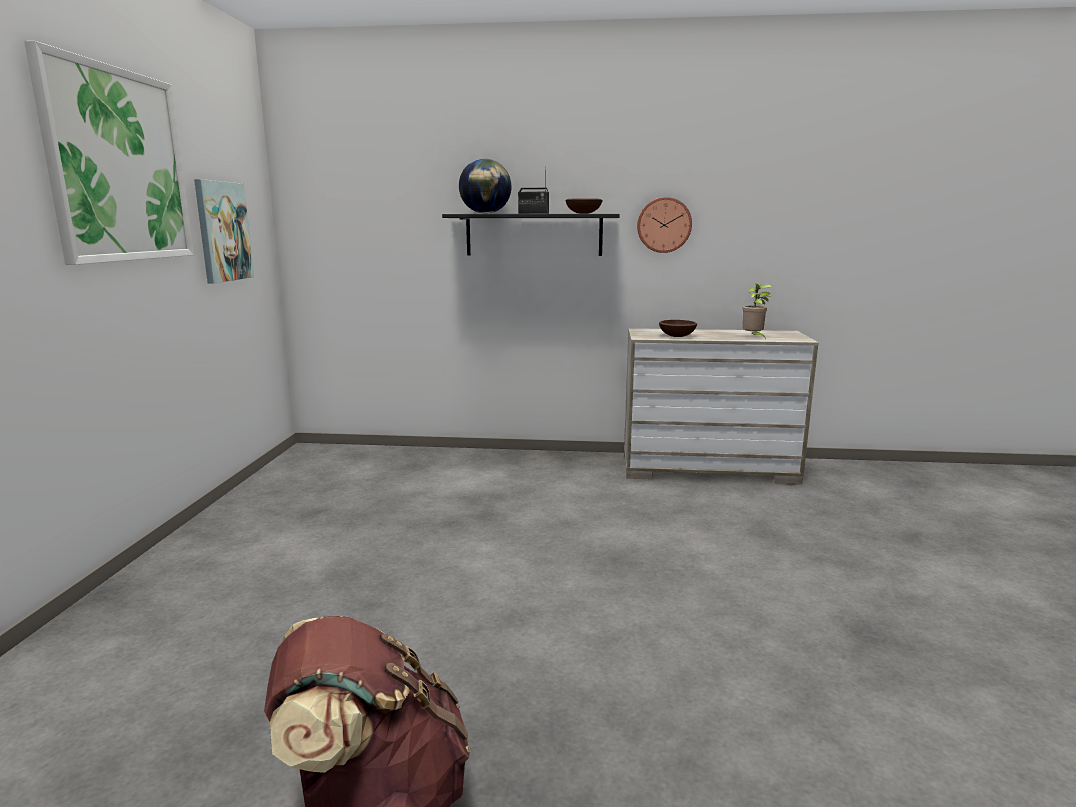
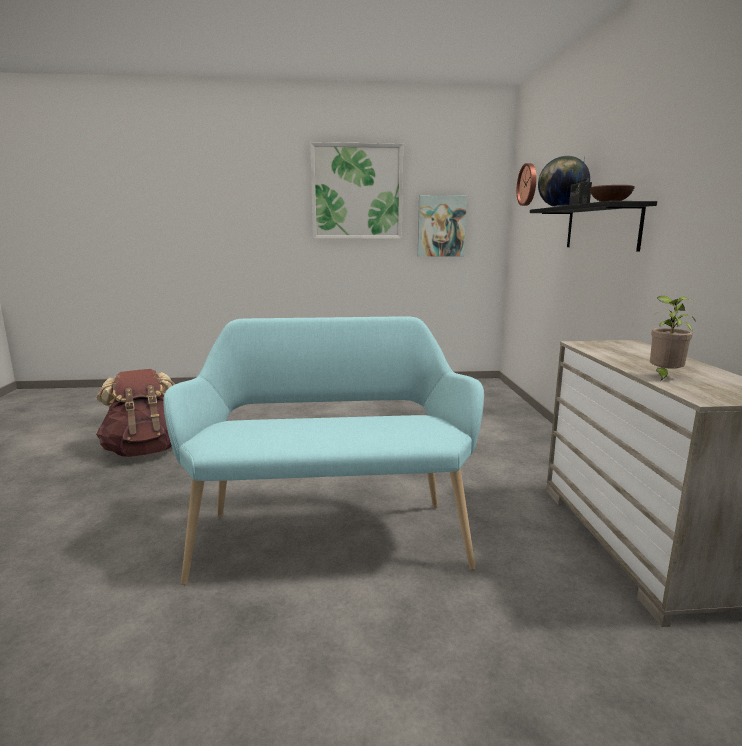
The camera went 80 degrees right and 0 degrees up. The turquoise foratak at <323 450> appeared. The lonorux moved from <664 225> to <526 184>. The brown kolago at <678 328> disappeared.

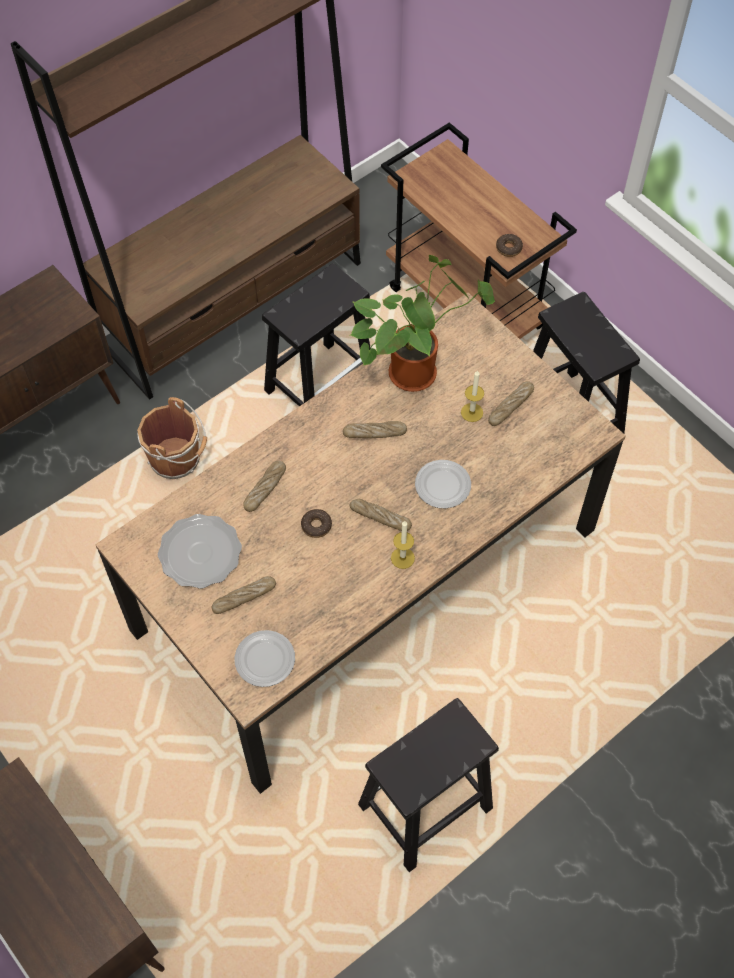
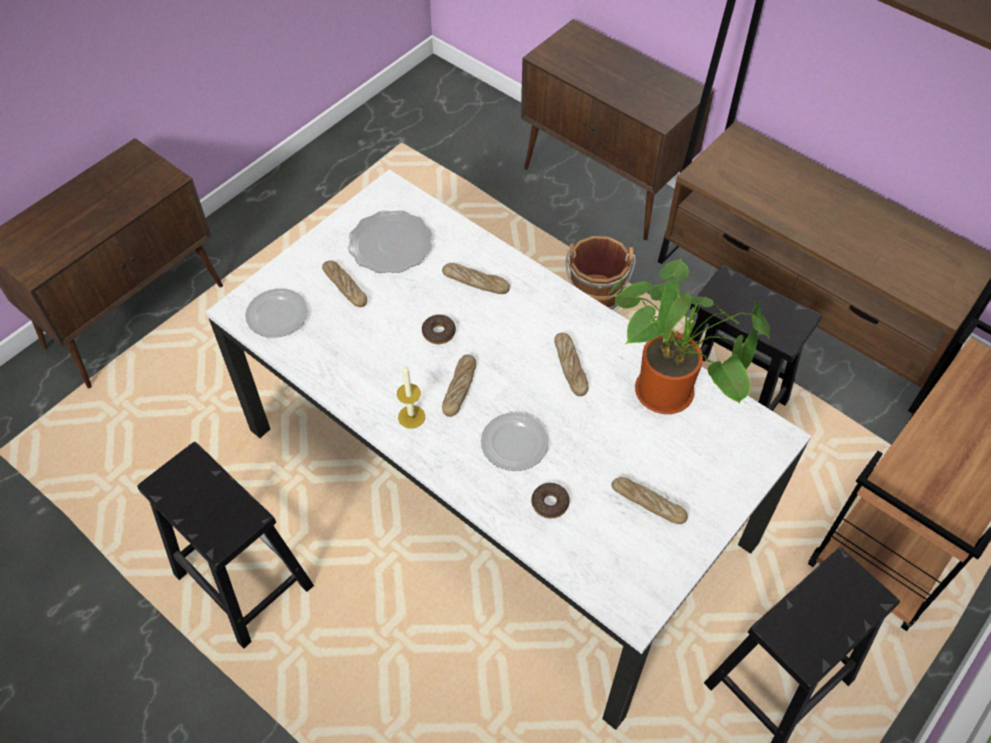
The camera went 80 degrees right and 5 degrees down. The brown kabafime at <360 543> became the white kabafime at <508 449>. The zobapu moved from <509 245> to <550 500>. The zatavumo at <472 396> disappeared.

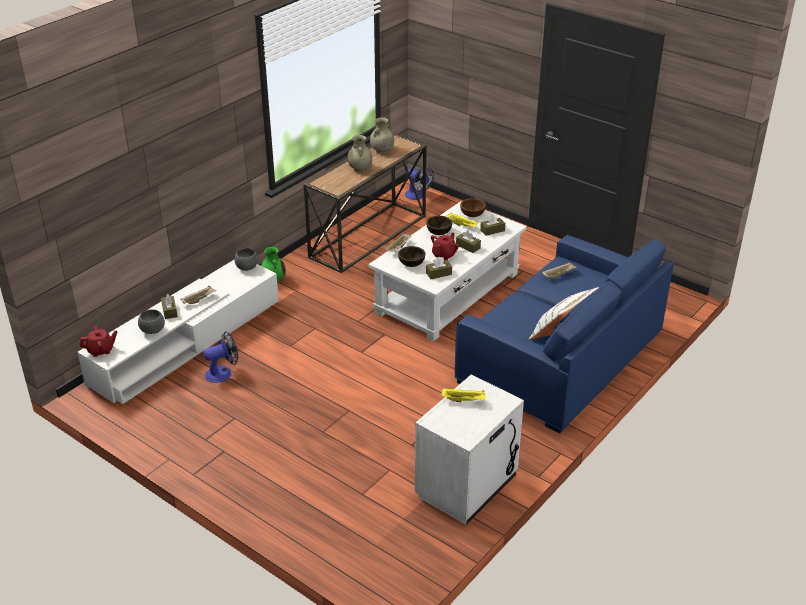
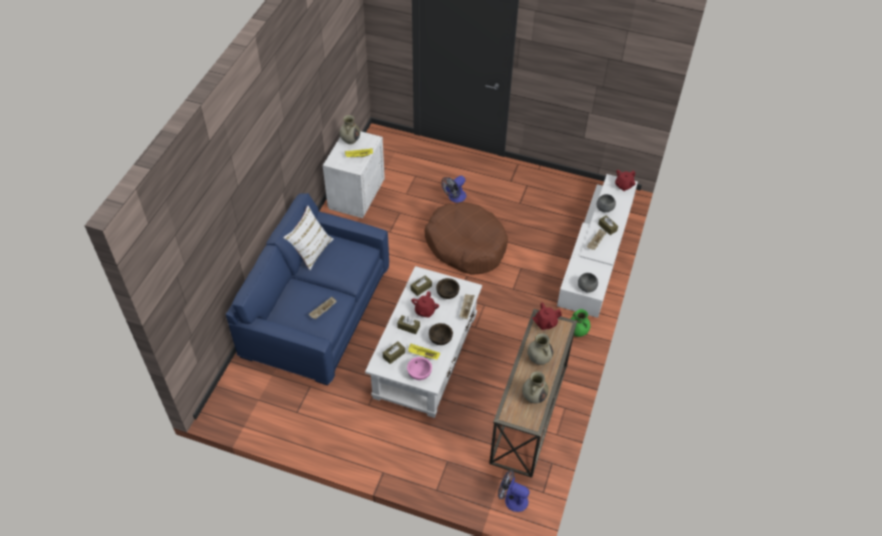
The camera went 160 degrees right and 15 degrees up. The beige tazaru at <350 129> appeared. The brown kolago at <473 207> became the pink kolago at <419 368>. The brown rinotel at <466 238> appeared. The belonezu moved from <220 357> to <453 189>. The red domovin at <547 316> appeared.

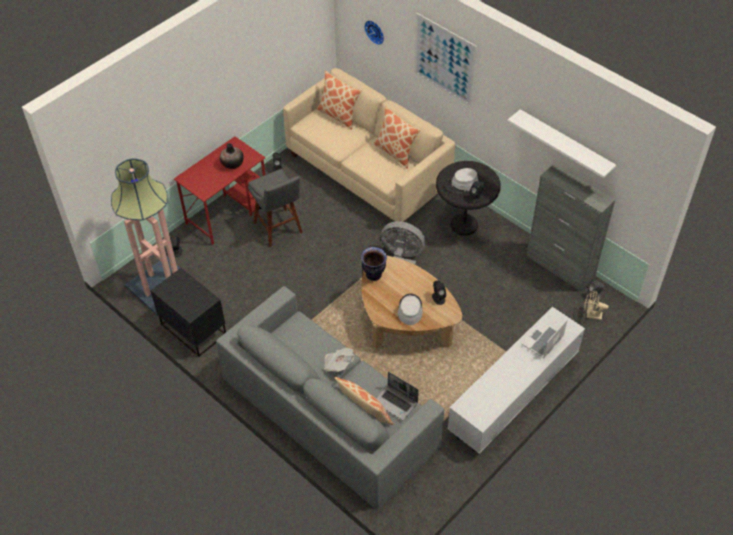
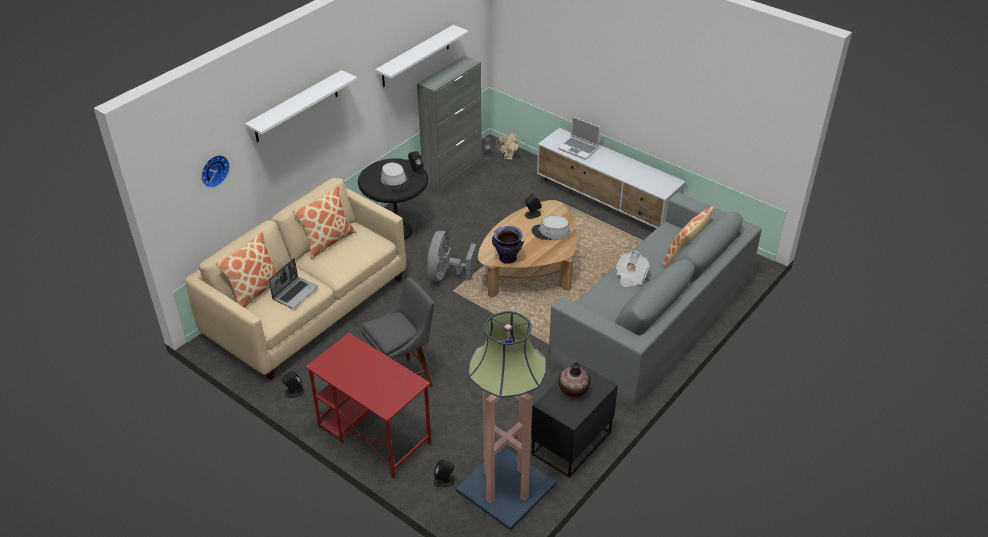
The camera went 95 degrees left and 10 degrees down. The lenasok at <445 60> was replaced by the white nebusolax at <301 106>. The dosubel moved from <397 396> to <293 283>. The tazaru moved from <232 156> to <575 380>.

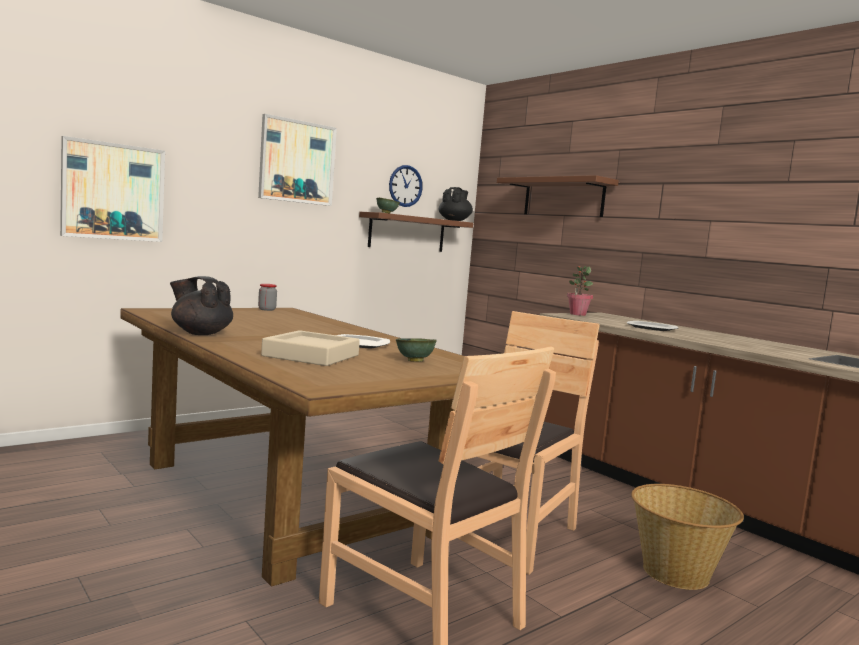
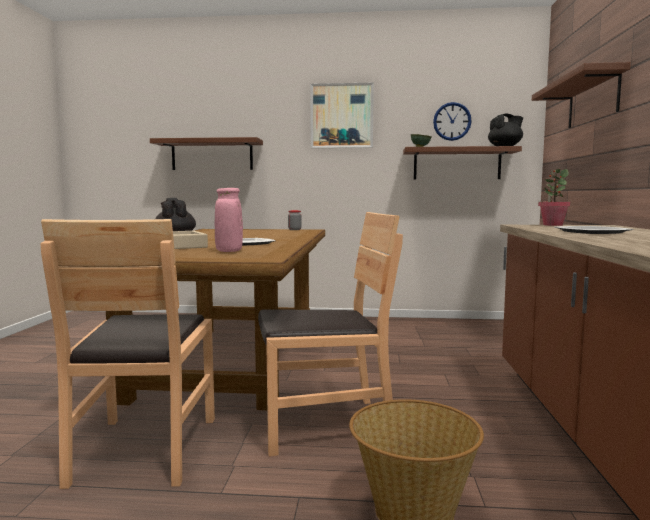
The camera went 45 degrees right and 0 degrees up. The lenasok at <112 189> was replaced by the brown nebusolax at <206 153>. The green kolago at <416 350> was replaced by the pink tazaru at <229 220>.

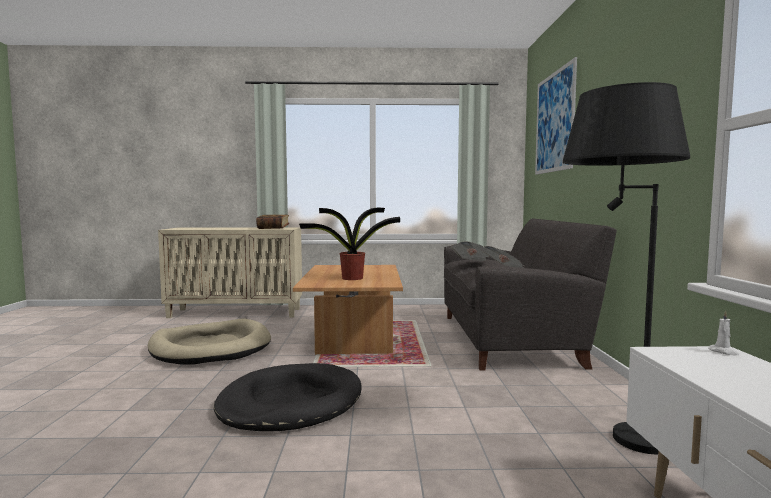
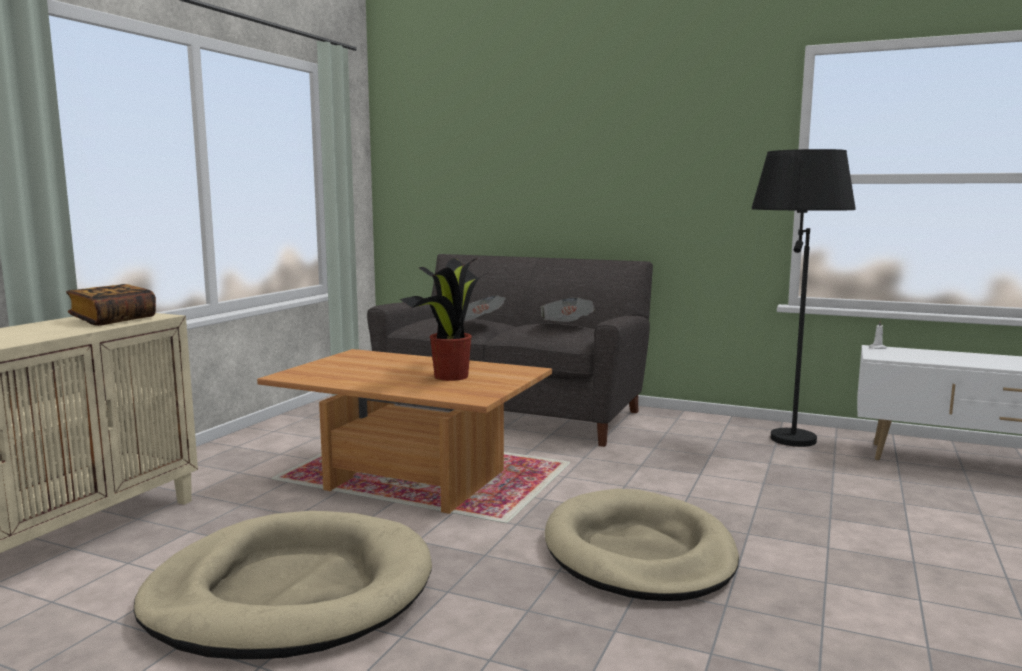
The camera went 65 degrees left and 5 degrees up. The black rinotel at <288 397> became the beige rinotel at <642 545>. The lenasok at <556 116> disappeared.

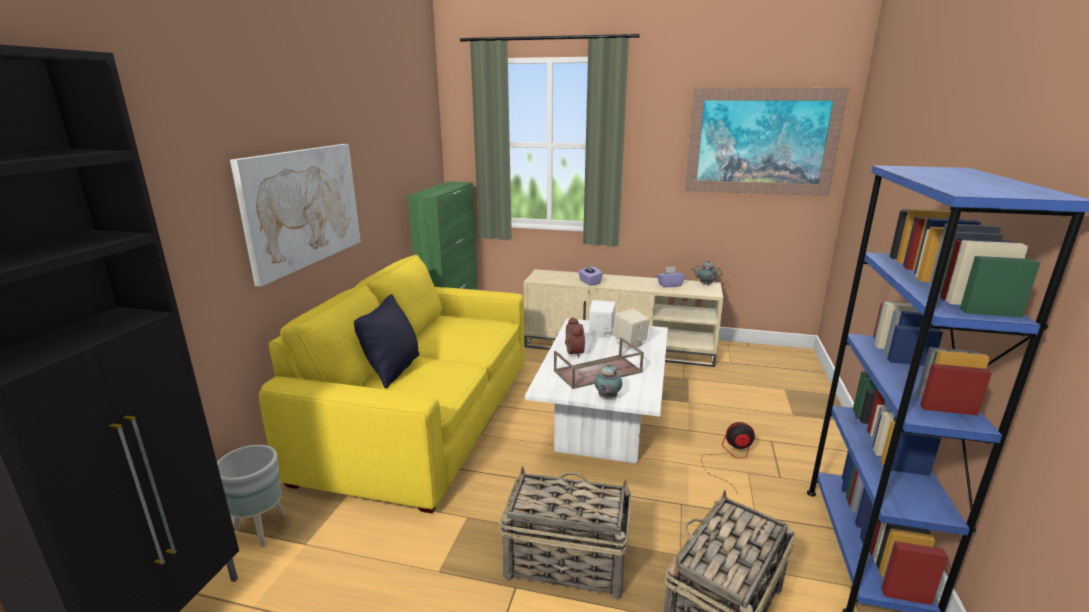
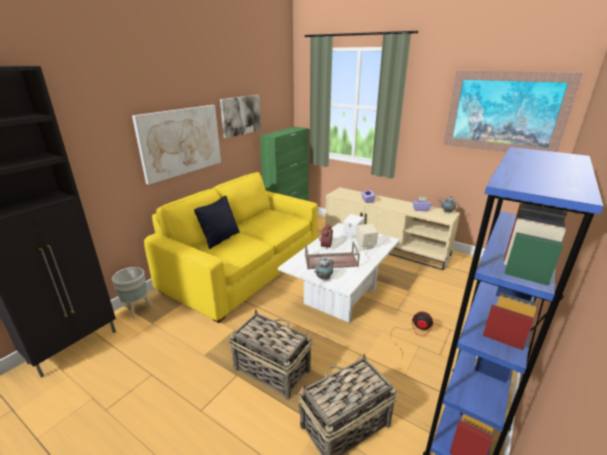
The camera went 20 degrees right and 5 degrees up. The lenasok at <240 116> appeared.

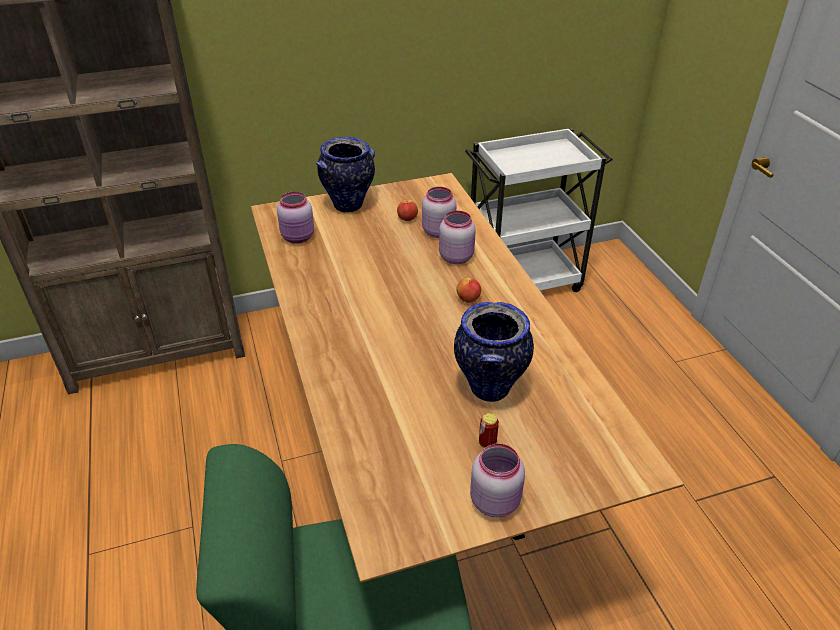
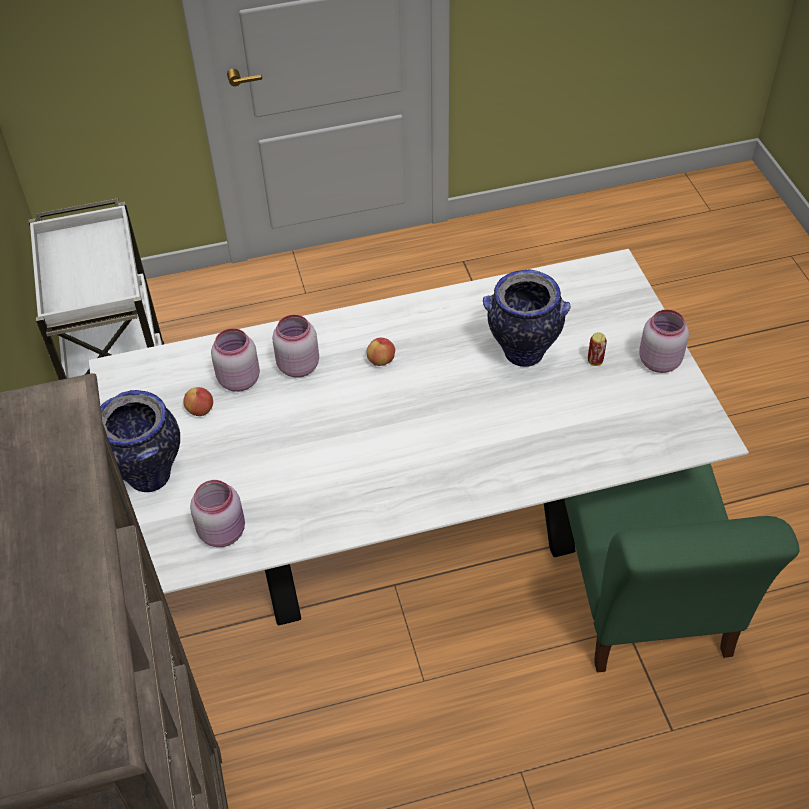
The camera went 85 degrees left and 10 degrees up. The brown kabafime at <467 378> became the white kabafime at <419 437>.

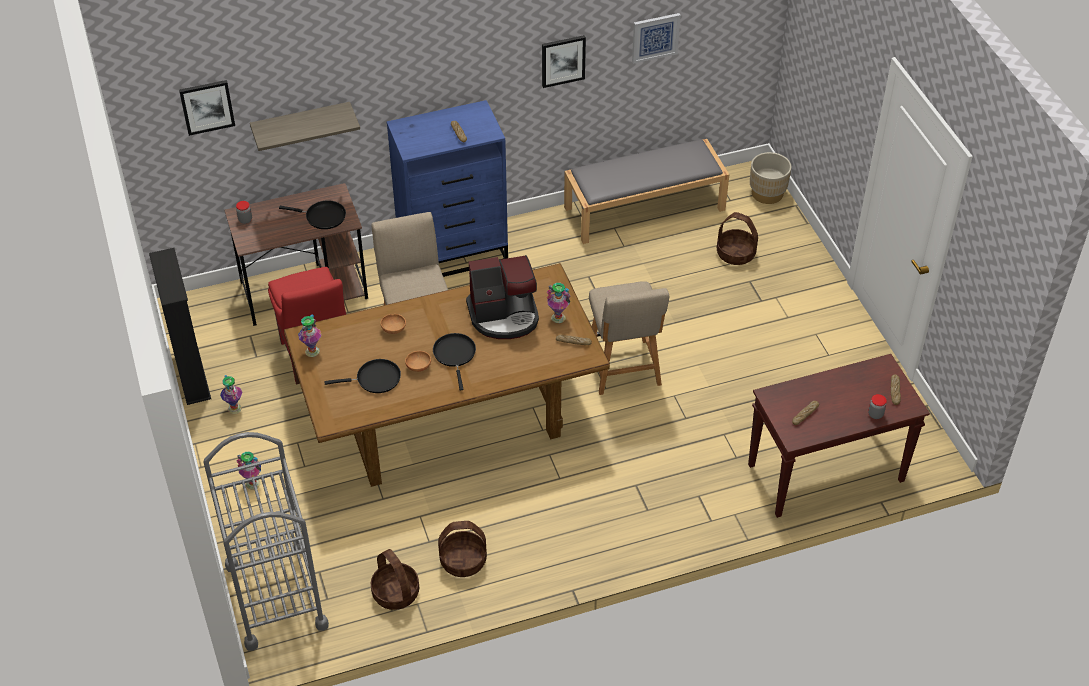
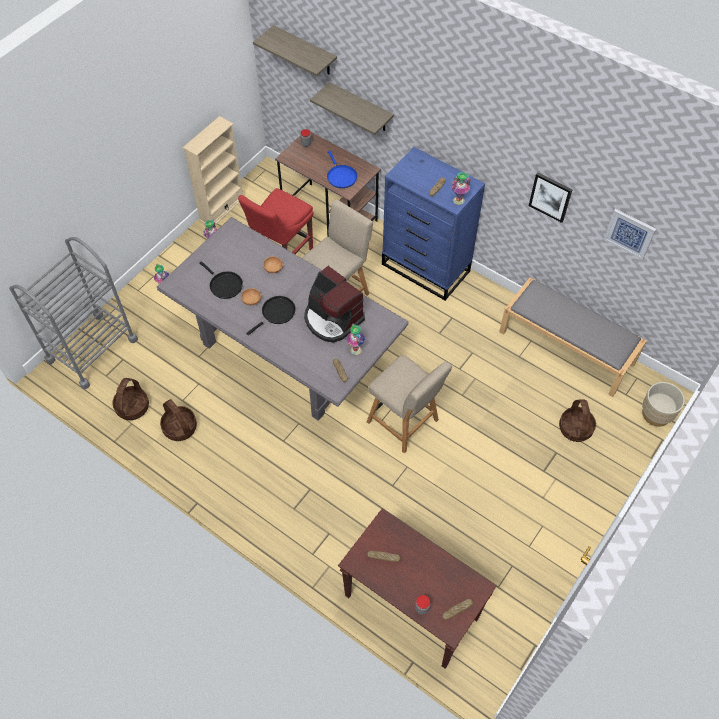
The camera went 55 degrees right and 10 degrees up. The brown kabafime at <447 375> became the grey kabafime at <282 319>. The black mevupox at <180 326> became the beige mevupox at <213 171>. The lenasok at <207 108> was replaced by the nebusolax at <295 50>. The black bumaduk at <312 214> became the blue bumaduk at <342 169>. The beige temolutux at <629 338> turned 90 degrees counterclockwise. The tazaru moved from <310 336> to <461 188>.

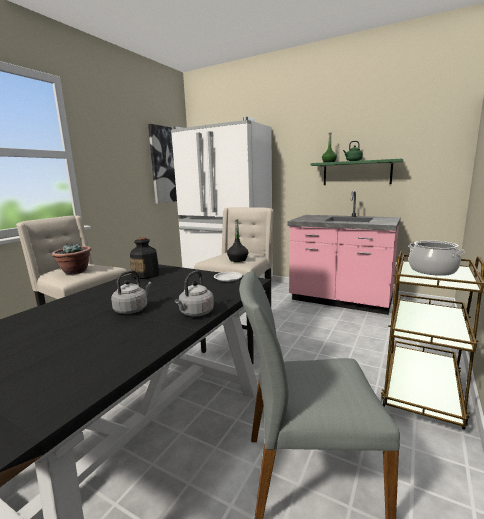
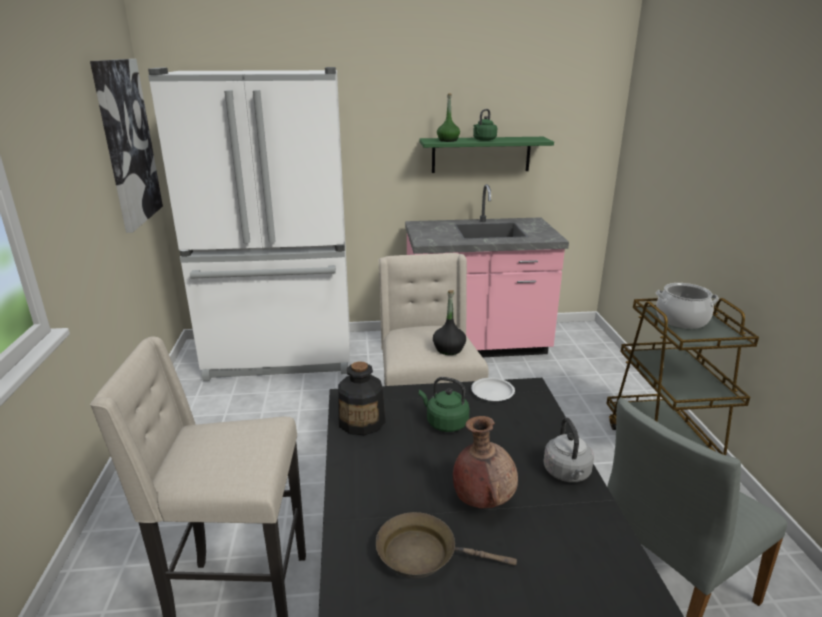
The camera went 35 degrees left and 10 degrees up. The brown bumaduk at <446 545> appeared. The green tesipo at <444 404> appeared. The grey tesipo at <131 292> was replaced by the brown tazaru at <485 462>. The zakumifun at <71 258> disappeared.

